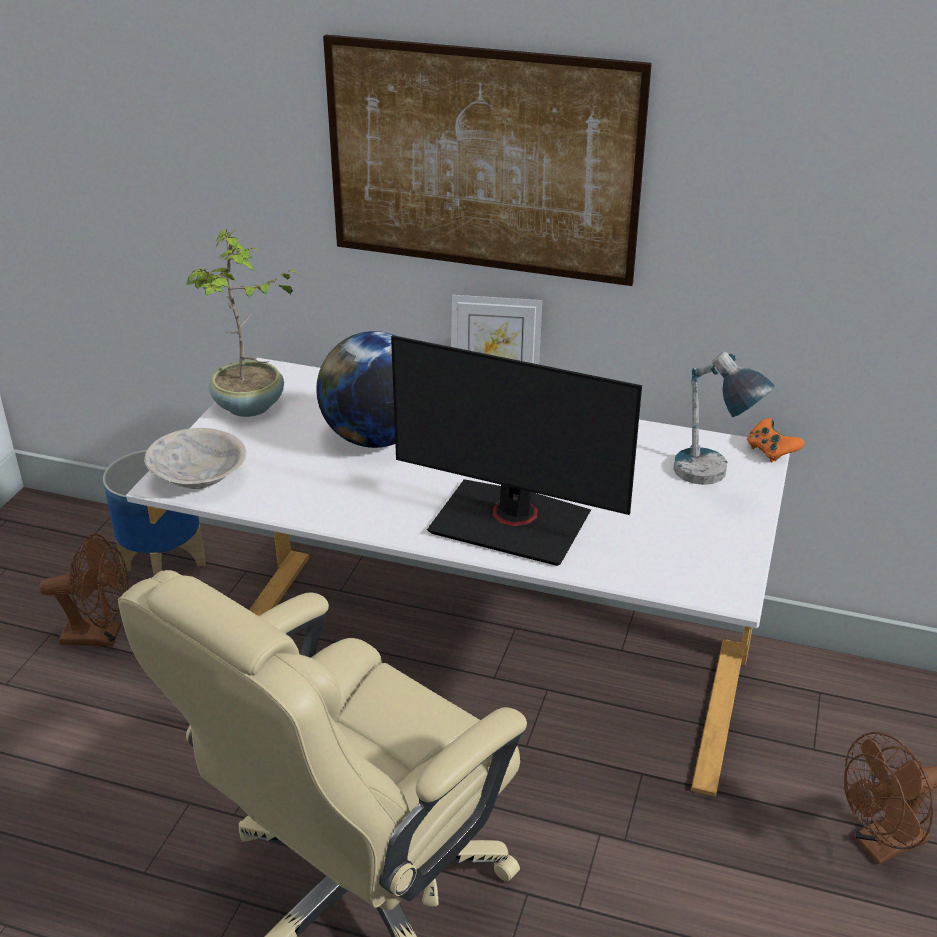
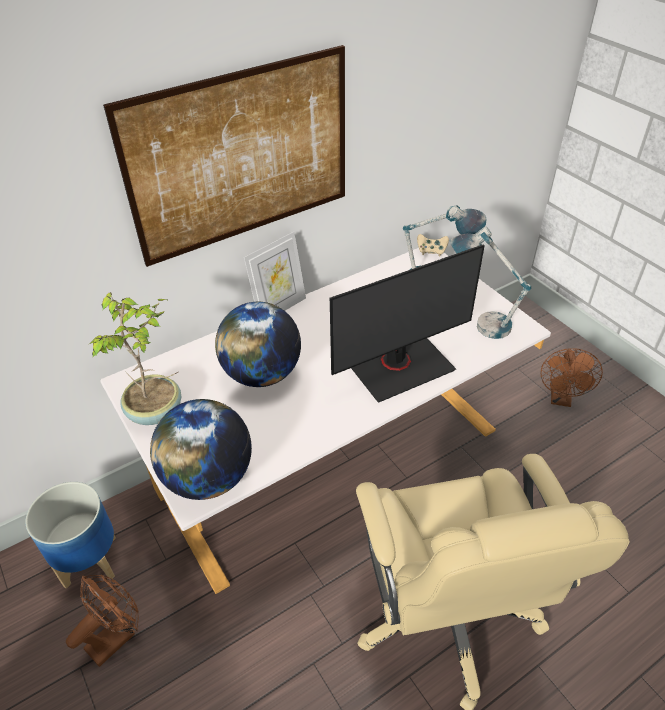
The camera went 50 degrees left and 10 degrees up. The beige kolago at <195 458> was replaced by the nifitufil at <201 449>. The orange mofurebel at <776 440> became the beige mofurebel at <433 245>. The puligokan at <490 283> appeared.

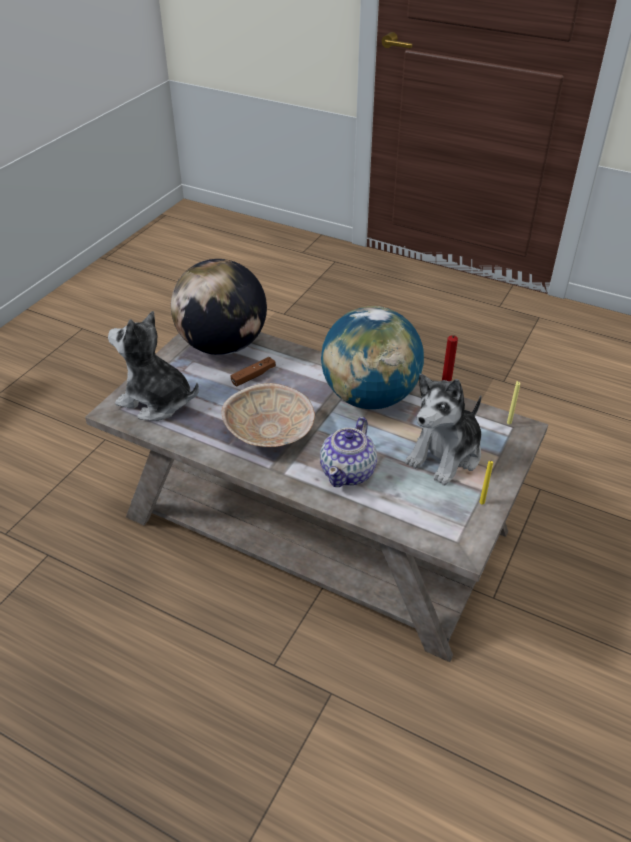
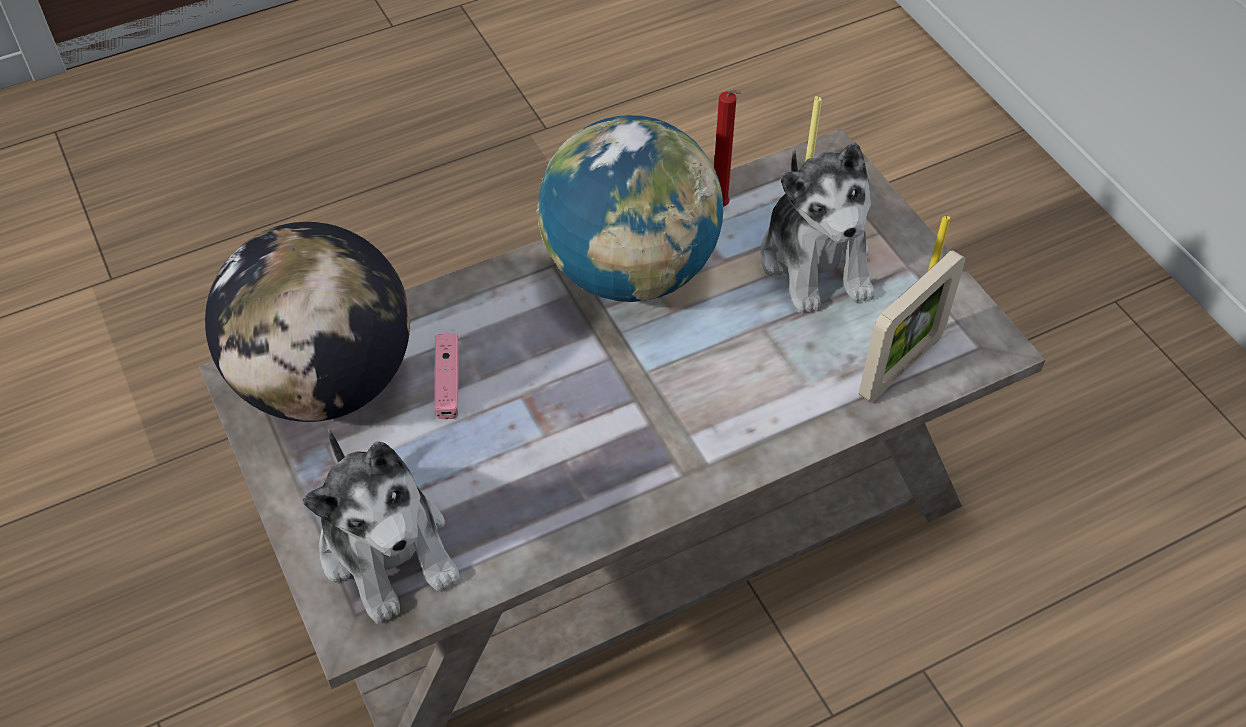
The camera went 55 degrees left and 10 degrees up. The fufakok at <153 366> turned 90 degrees counterclockwise. The brown mofurebel at <253 371> became the pink mofurebel at <446 376>. The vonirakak at <912 326> appeared. The beige kolago at <268 415> disappeared. The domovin at <348 452> disappeared.

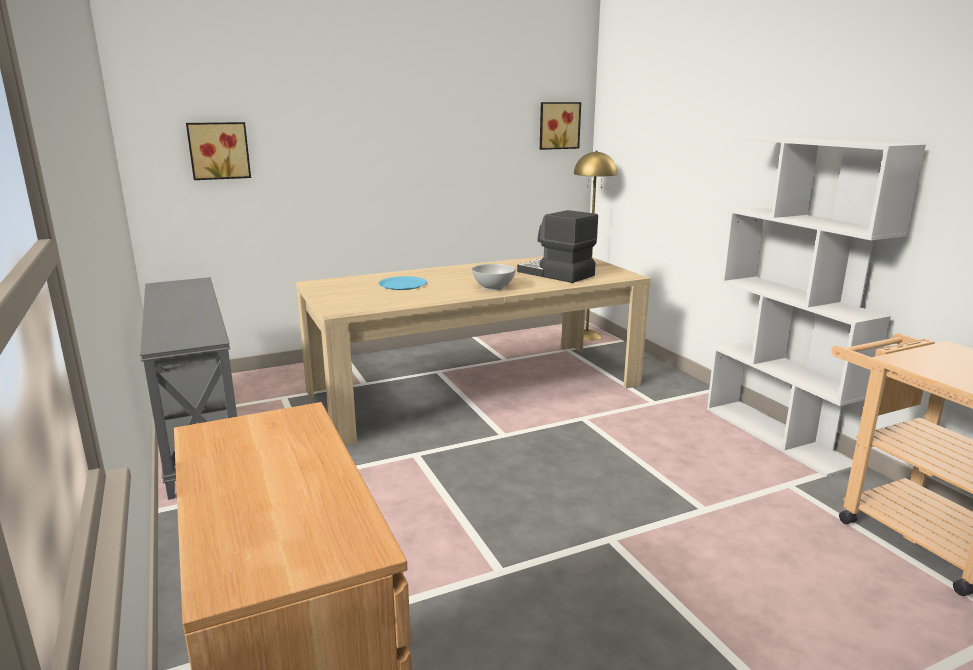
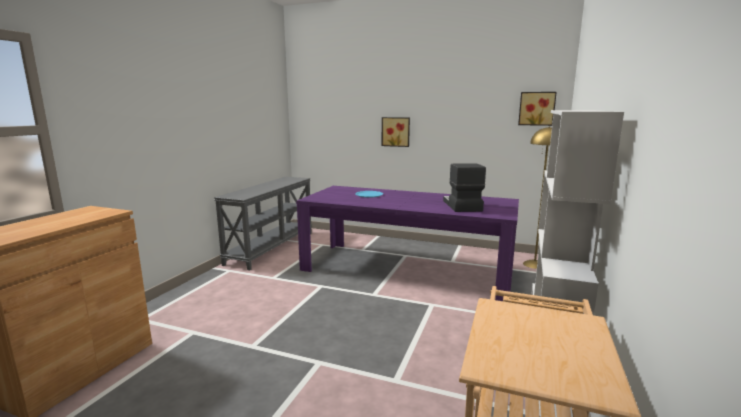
The camera went 45 degrees right and 5 degrees down. The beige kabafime at <473 351> became the purple kabafime at <407 243>. The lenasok moved from <218 151> to <396 132>. The white kolago at <494 277> disappeared.

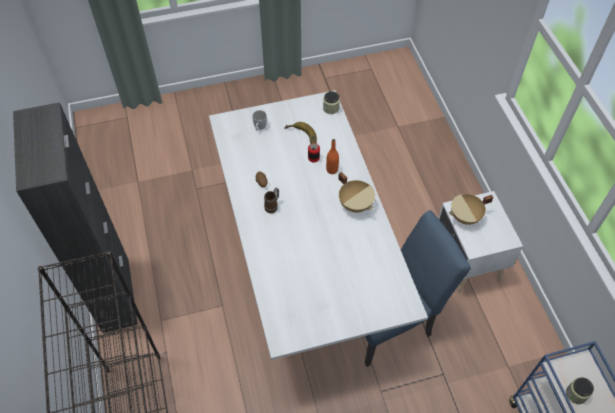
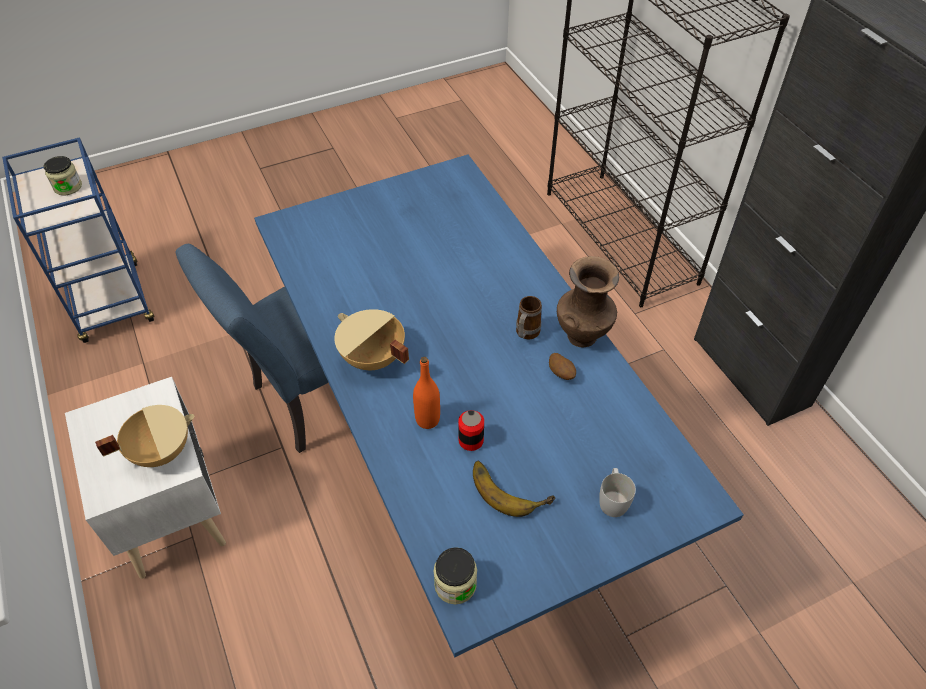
The camera went 170 degrees right and 5 degrees down. The white kabafime at <318 225> became the blue kabafime at <499 406>. The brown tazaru at <588 301> appeared.

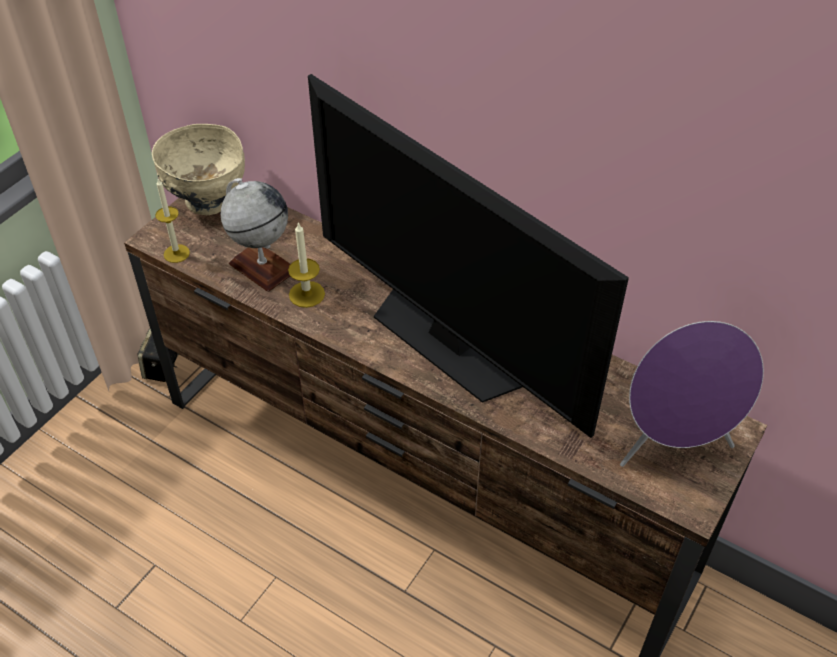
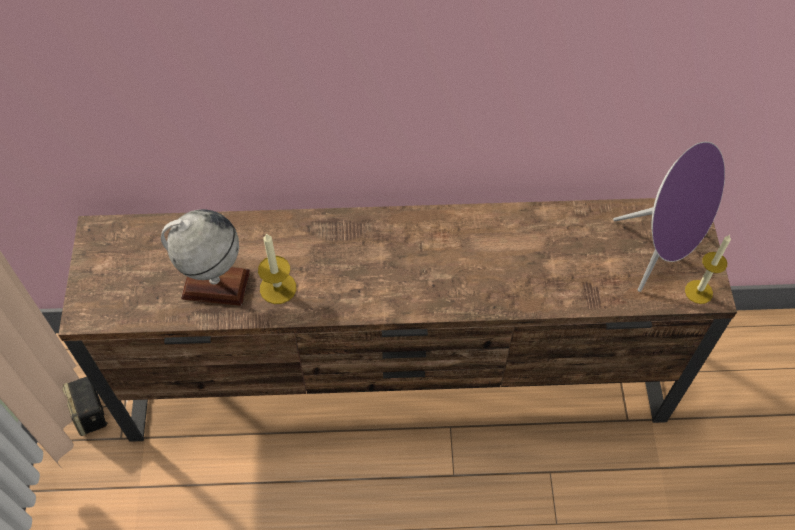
The camera went 35 degrees left and 10 degrees up. The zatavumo moved from <172 221> to <708 269>. The beige kolago at <198 169> disappeared. The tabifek at <468 256> disappeared.

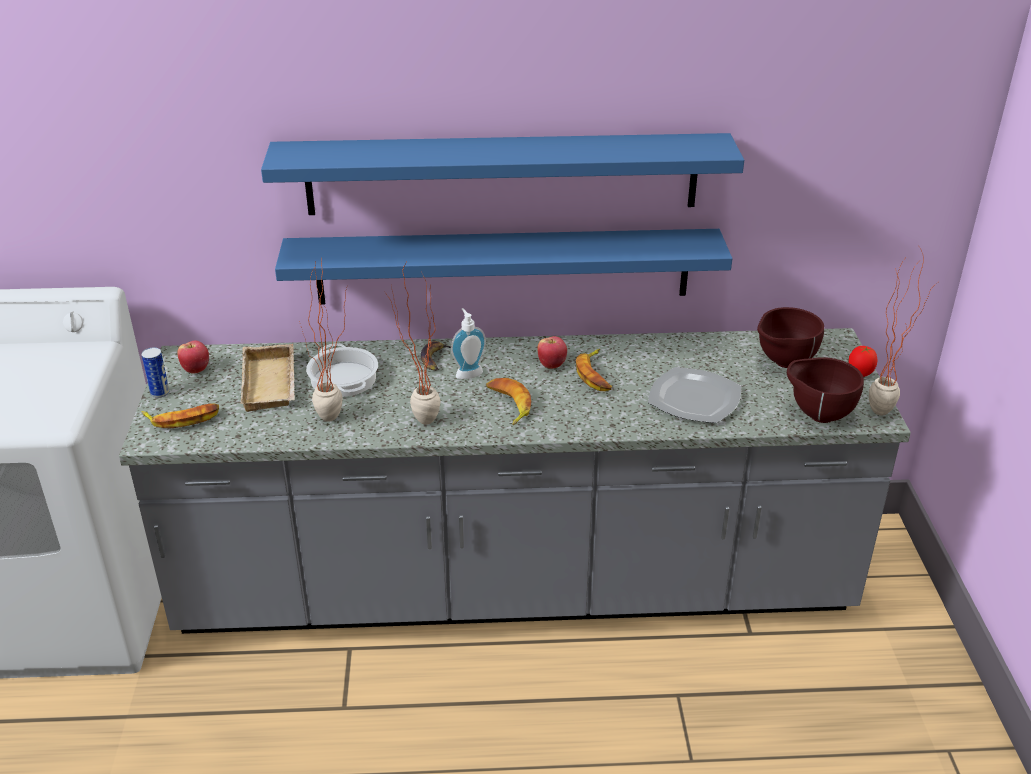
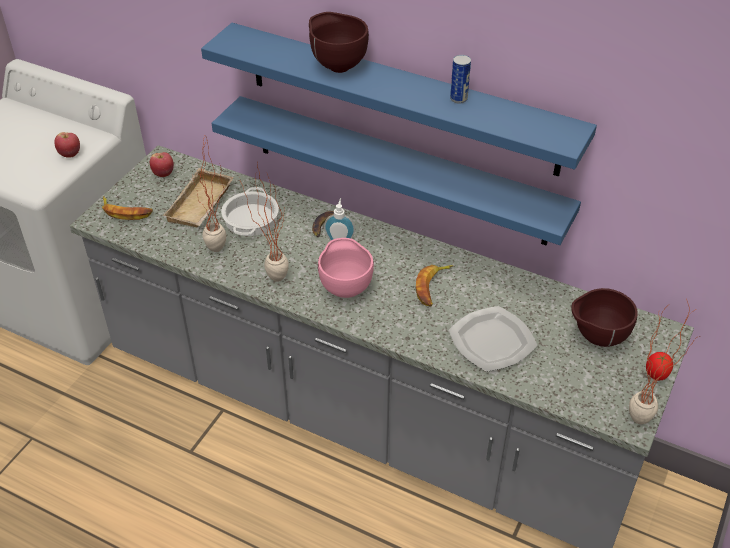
The camera went 30 degrees right and 10 degrees up. The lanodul moved from <552 352> to <67 145>. The brown kolago moved from <825 390> to <339 42>. The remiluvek at <508 401> was replaced by the pink kolago at <346 268>. The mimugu moved from <155 372> to <460 79>.

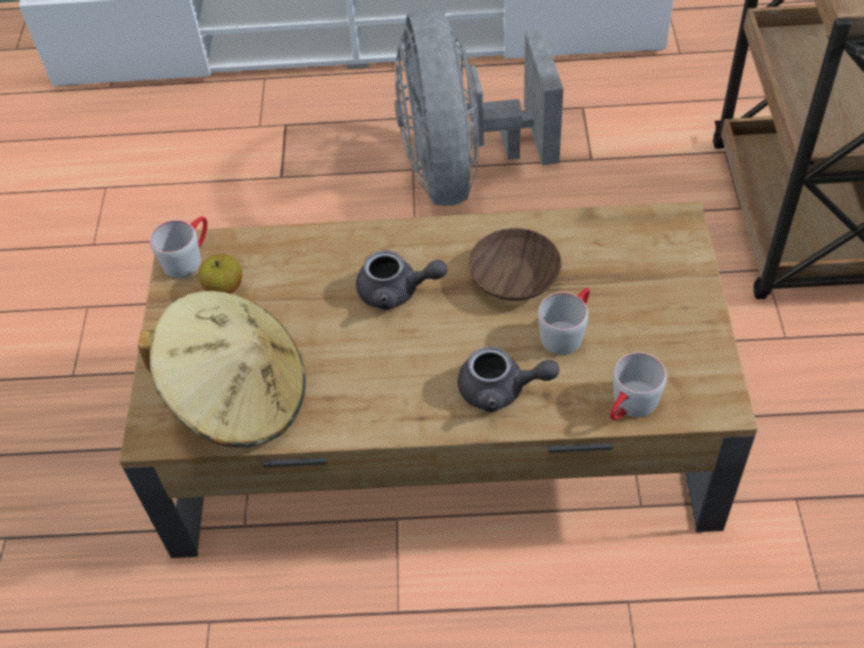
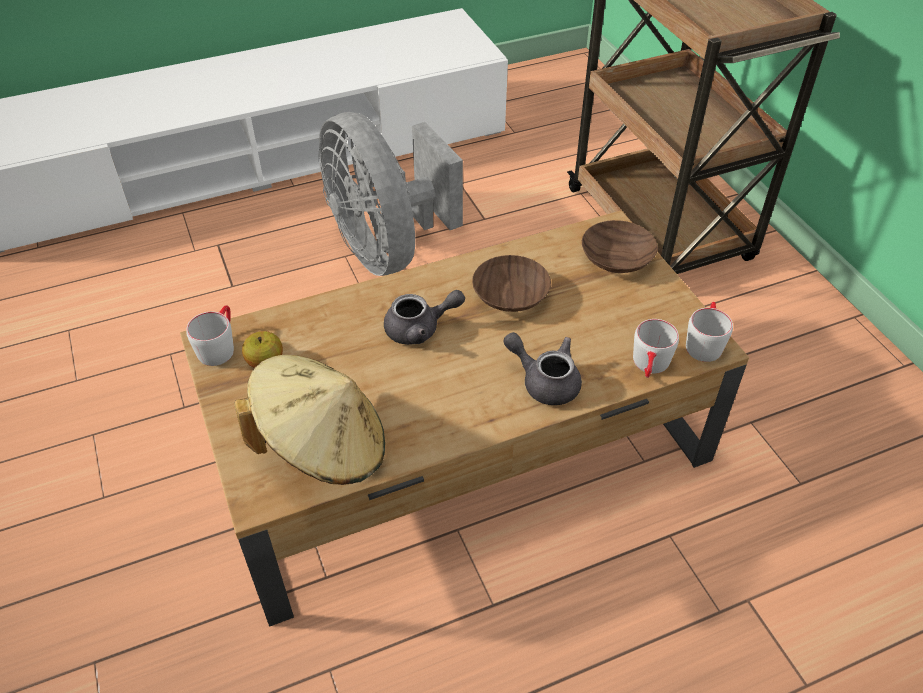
The camera went 25 degrees left and 5 degrees down. The grey domovin at <508 379> turned 135 degrees counterclockwise. The brown kolago at <620 246> appeared. The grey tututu moved from <564 321> to <709 332>.

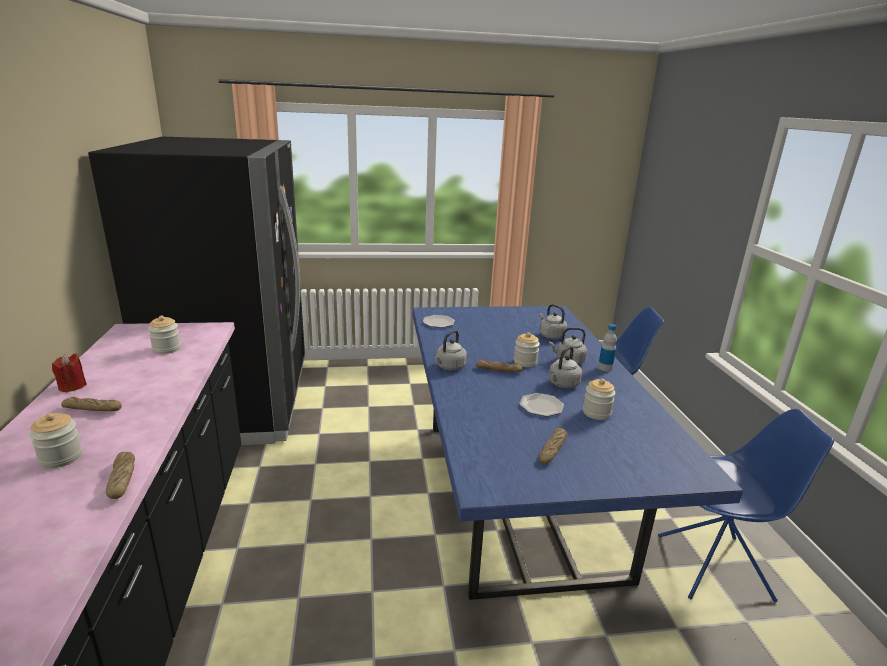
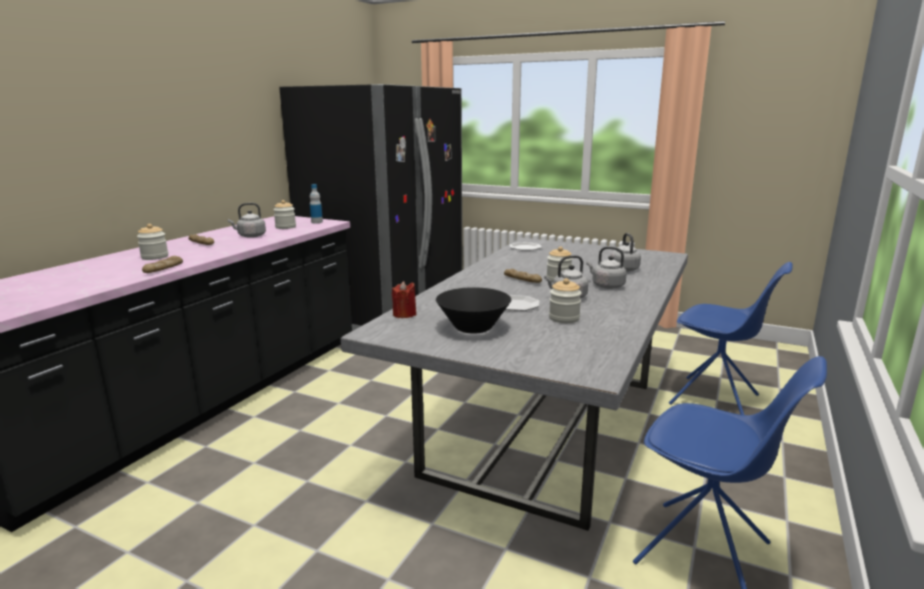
The camera went 35 degrees right and 5 degrees down. The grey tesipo moved from <450 350> to <247 220>. The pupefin moved from <607 347> to <316 203>. The blue kabafime at <577 453> became the grey kabafime at <514 384>. The red zatavumo moved from <69 373> to <404 299>. The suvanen at <553 446> was replaced by the black kolago at <473 310>.

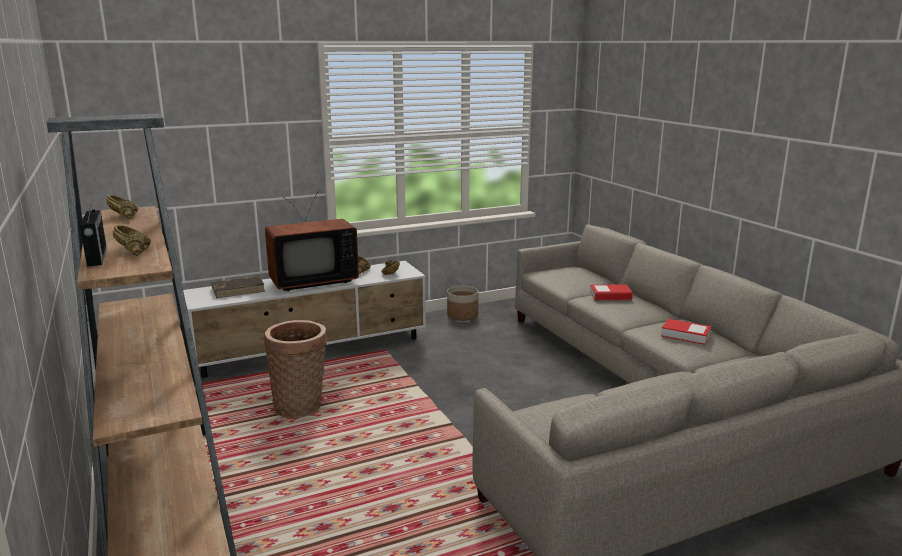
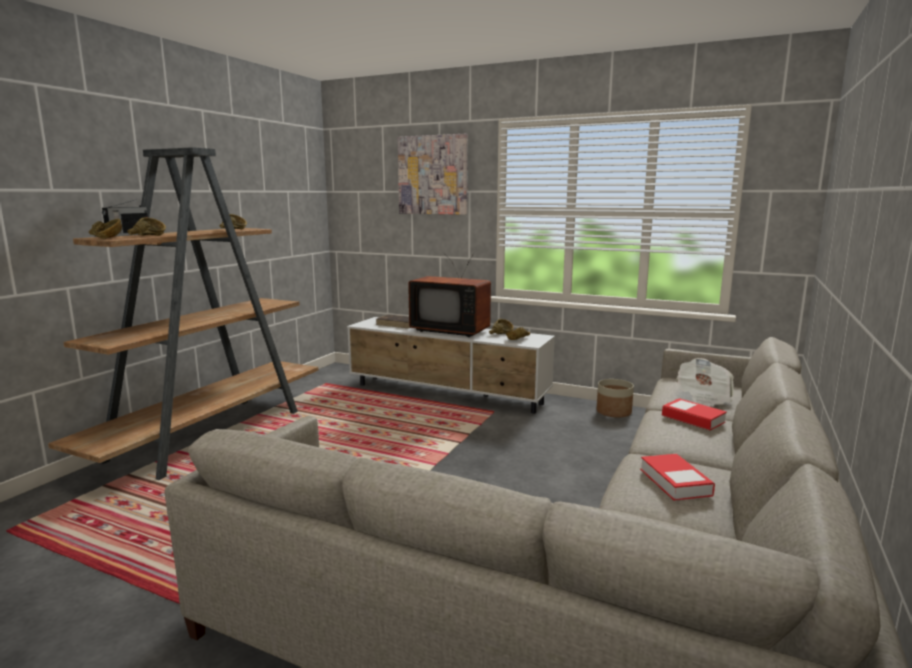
The camera went 50 degrees right and 5 degrees down. The brown kolago at <105 229> appeared. The lenasok at <433 174> appeared. The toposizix at <705 382> appeared. The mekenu at <295 369> disappeared.

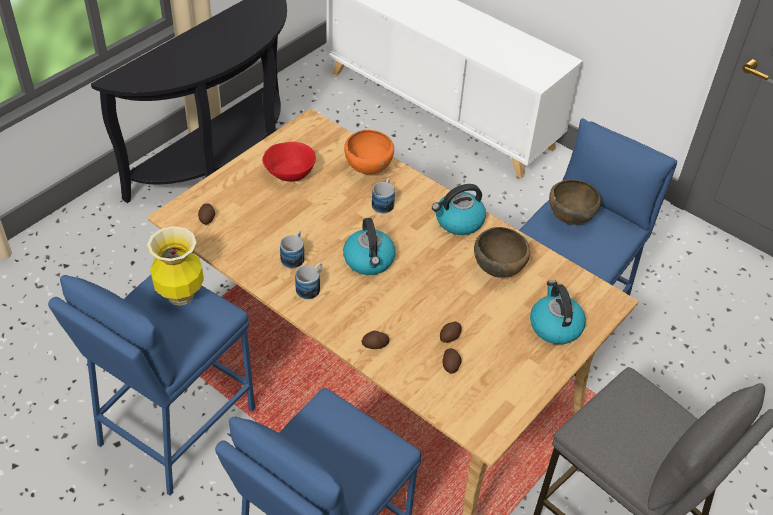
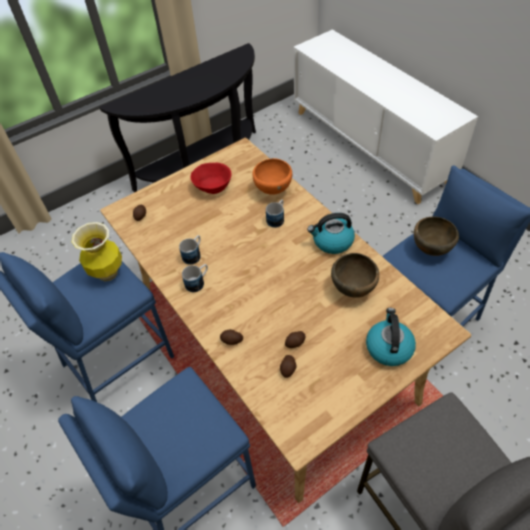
The camera went 20 degrees right and 5 degrees up. The tesipo at <369 246> disappeared.

